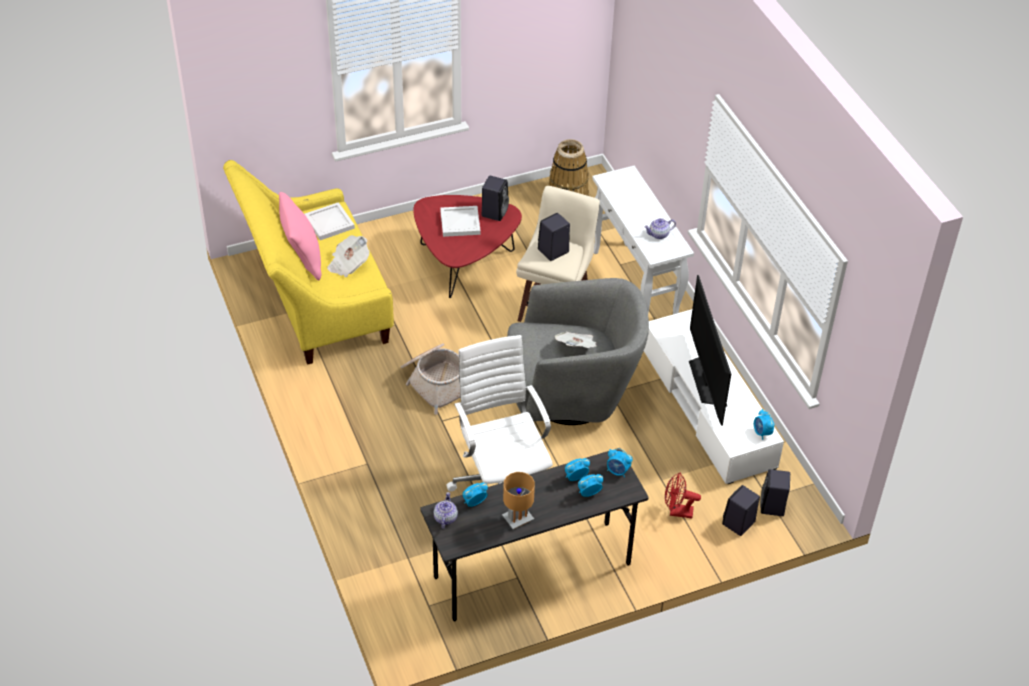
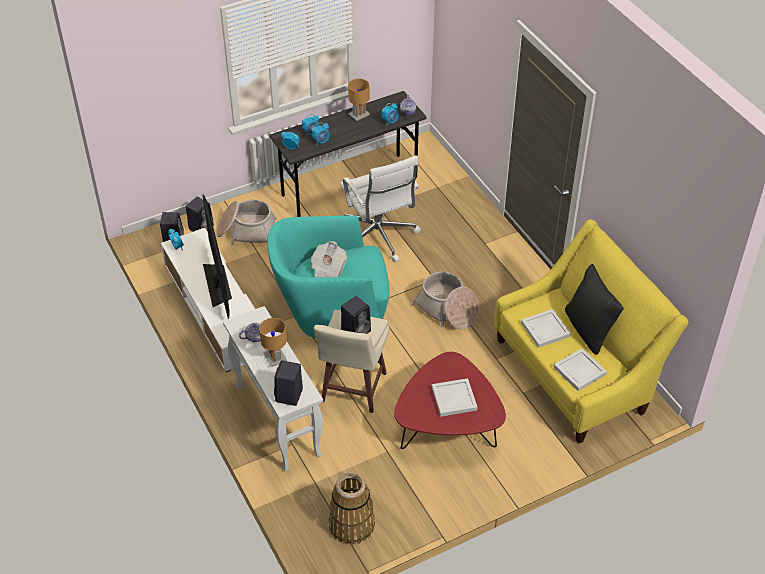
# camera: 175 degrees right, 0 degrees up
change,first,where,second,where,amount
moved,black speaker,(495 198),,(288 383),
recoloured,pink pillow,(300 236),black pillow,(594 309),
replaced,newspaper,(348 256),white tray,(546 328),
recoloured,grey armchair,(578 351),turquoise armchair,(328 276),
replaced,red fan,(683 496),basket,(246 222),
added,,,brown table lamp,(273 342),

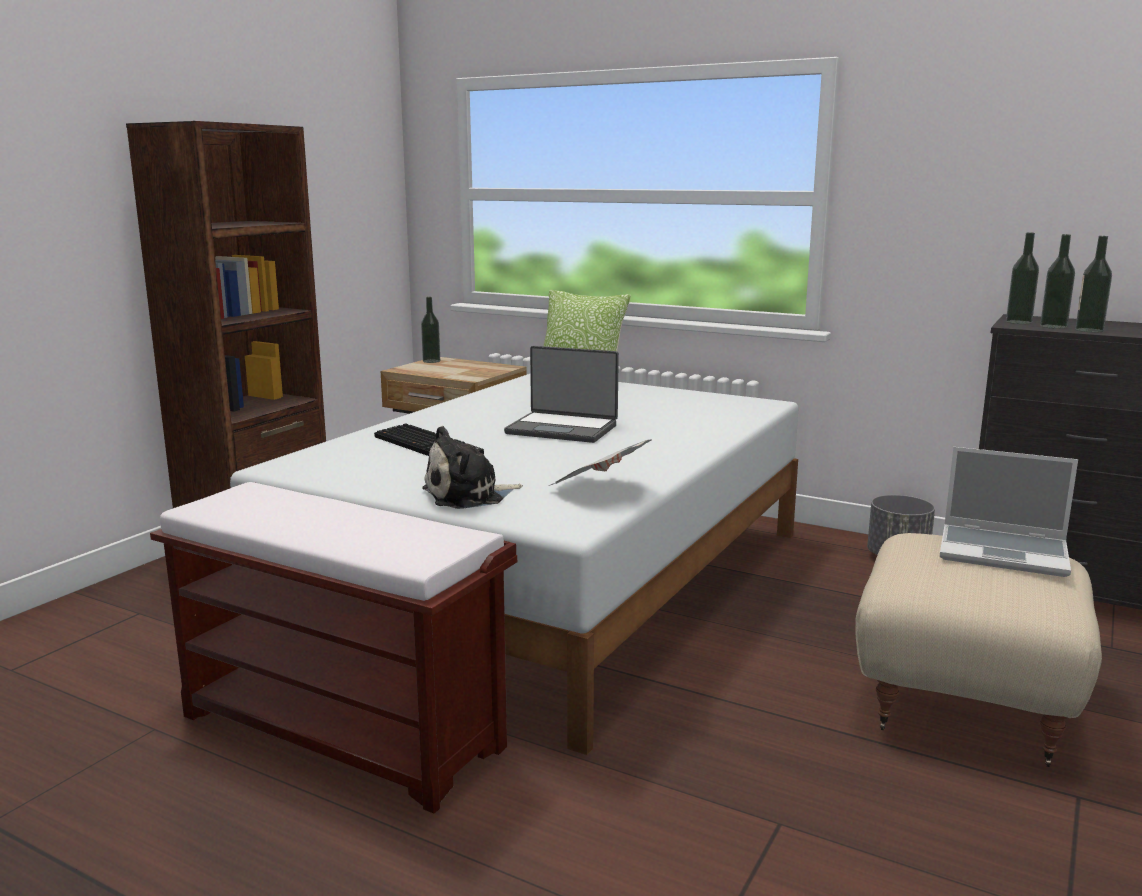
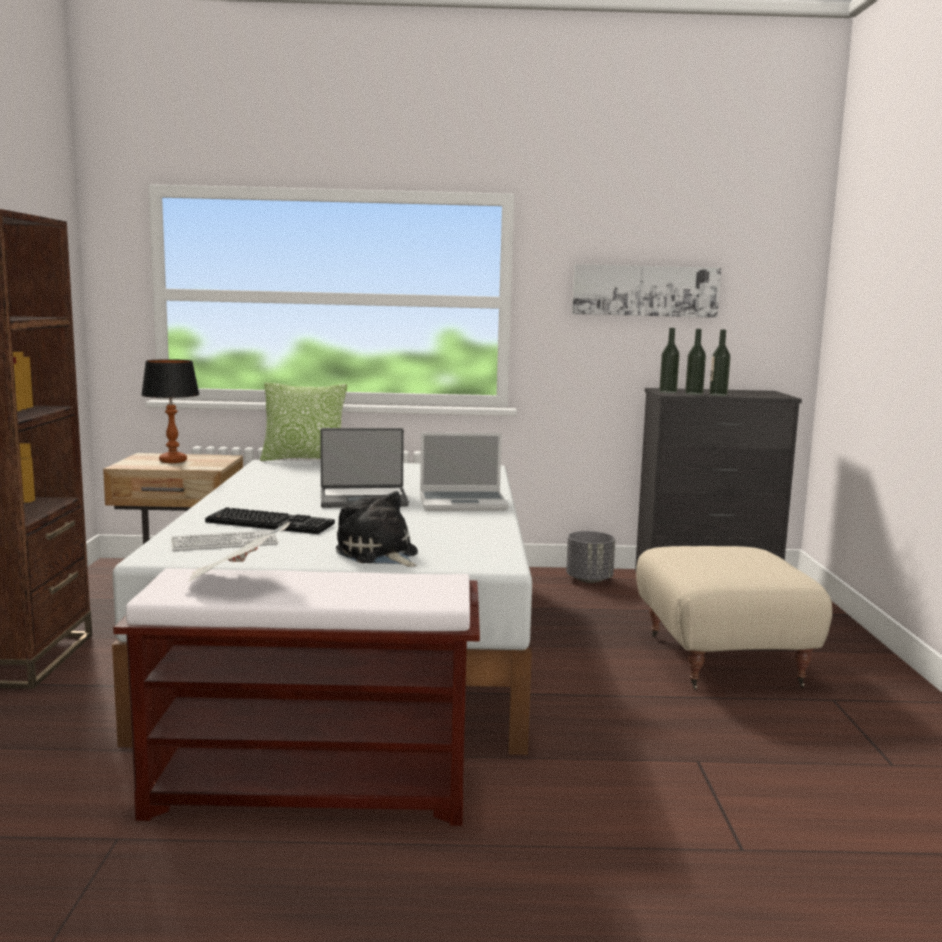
# camera: 30 degrees left, 5 degrees down
change,first,where,second,where,amount
removed,bottle,(430 330),,,
turned,plush toy,(472 467),,(377 529),105 degrees clockwise
moved,newspaper,(601 462),,(238 552),
moved,laptop,(1009 512),,(464 472),
added,,,picture,(646 291),
added,,,table lamp,(170 411),
added,,,keyboard,(224 540),

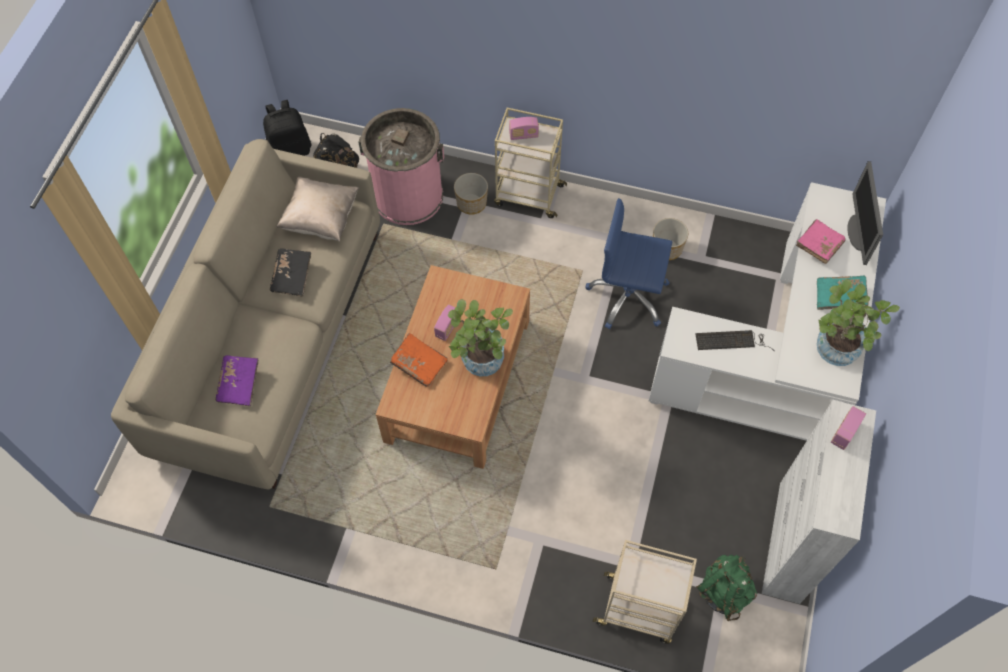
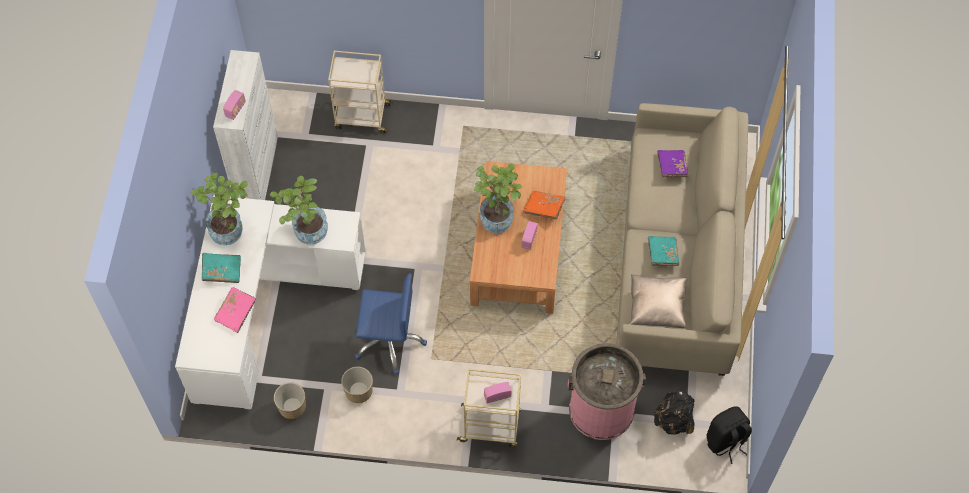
# camera: 170 degrees right, 0 degrees up
change,first,where,second,where,amount
removed,monitor,(865 213),,,
moved,planter,(471 194),,(290 400),
recoloured,black book,(290 272),turquoise book,(663 251),
replaced,keyboard,(735 340),potted plant,(299 210),
removed,green backpack,(726 588),,,

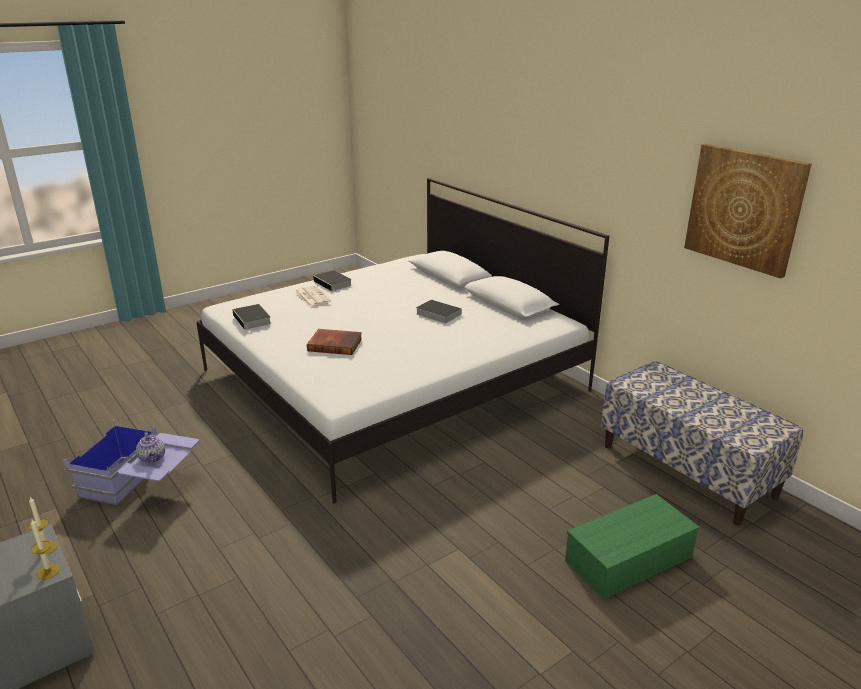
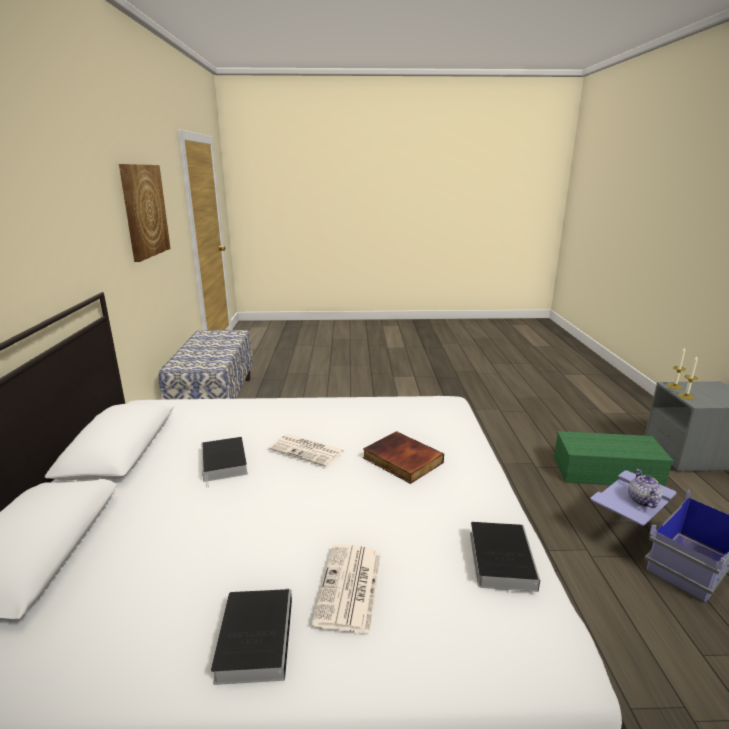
# camera: 145 degrees left, 5 degrees down
change,first,where,second,where,amount
moved,green storage box,(632 546),,(614 459),
added,,,newspaper,(306 450),

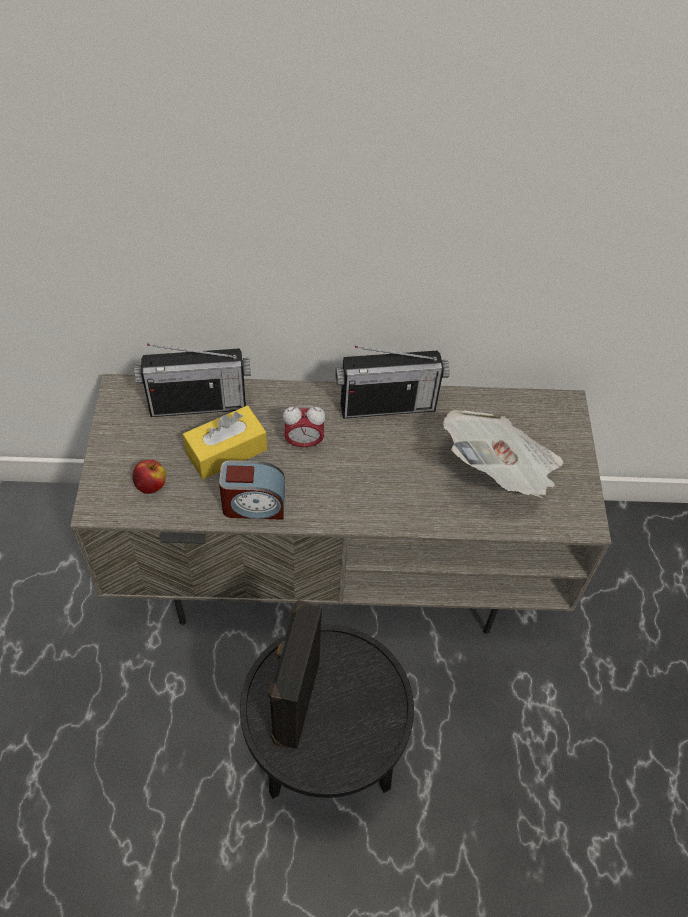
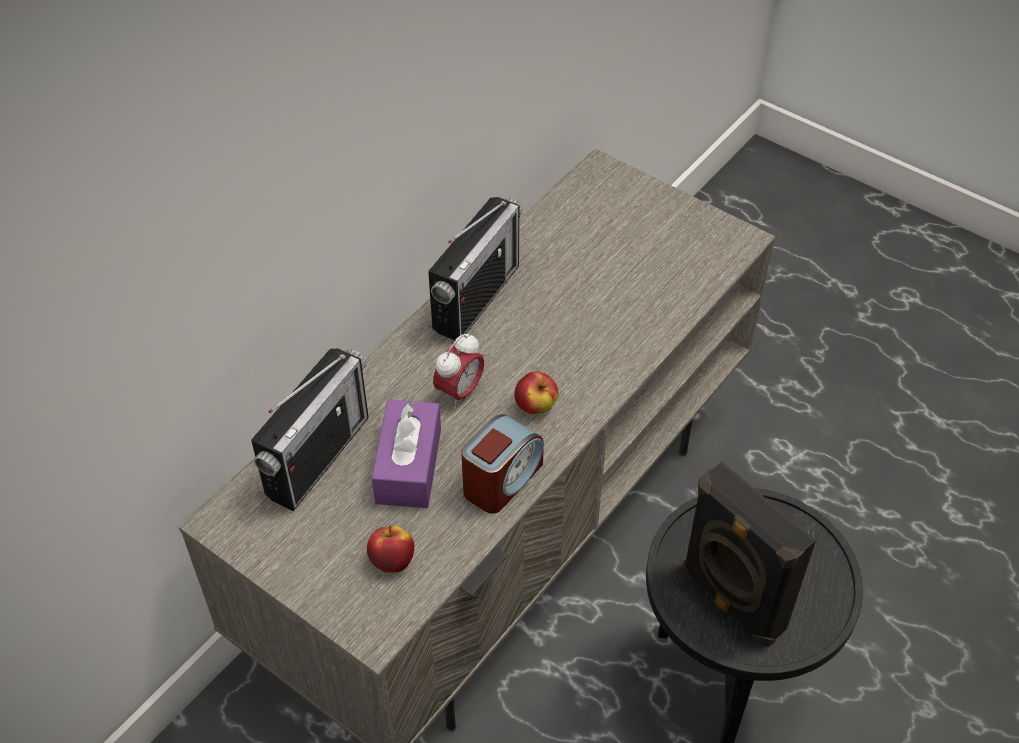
# camera: 50 degrees left, 5 degrees down
change,first,where,second,where,amount
recoloured,yellow tissue box,(225 442),purple tissue box,(406 453),
removed,newspaper,(503 454),,,
added,,,apple,(536 392),

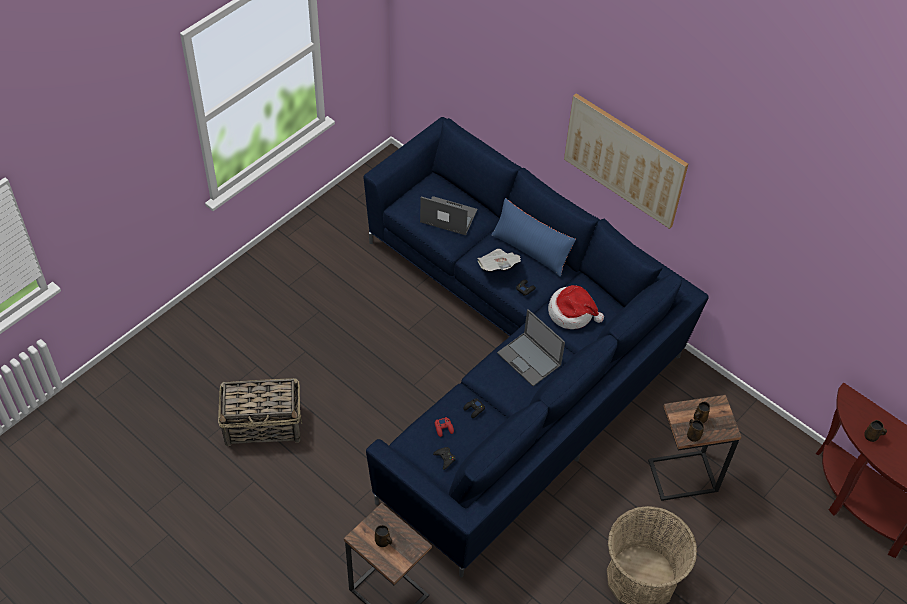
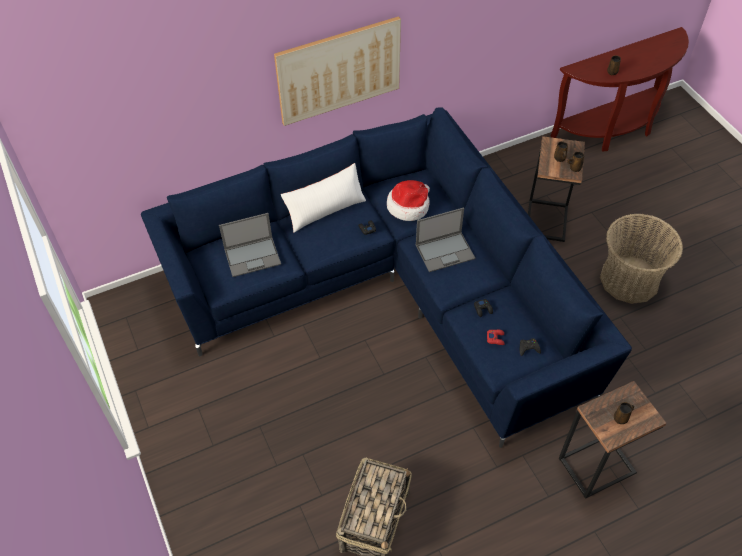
# camera: 65 degrees left, 0 degrees up
change,first,where,second,where,amount
turned,laptop,(449 215),,(250 245),150 degrees counterclockwise
recoloured,blue pillow,(533 237),white pillow,(323 198),
removed,newspaper,(498 260),,,

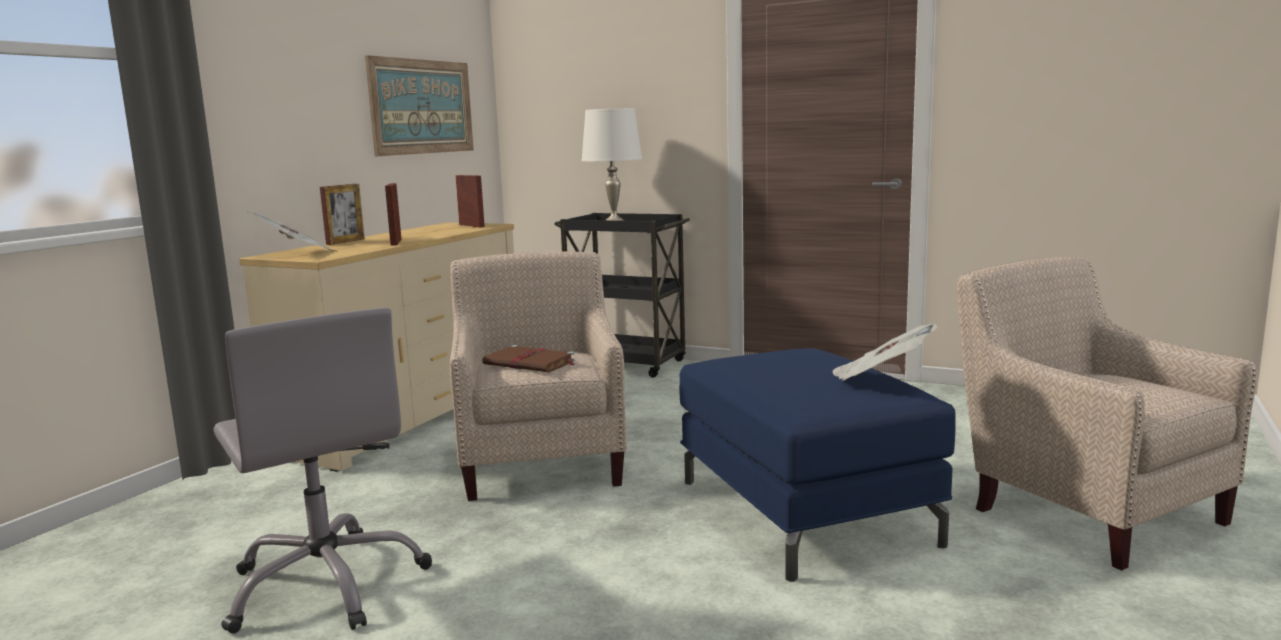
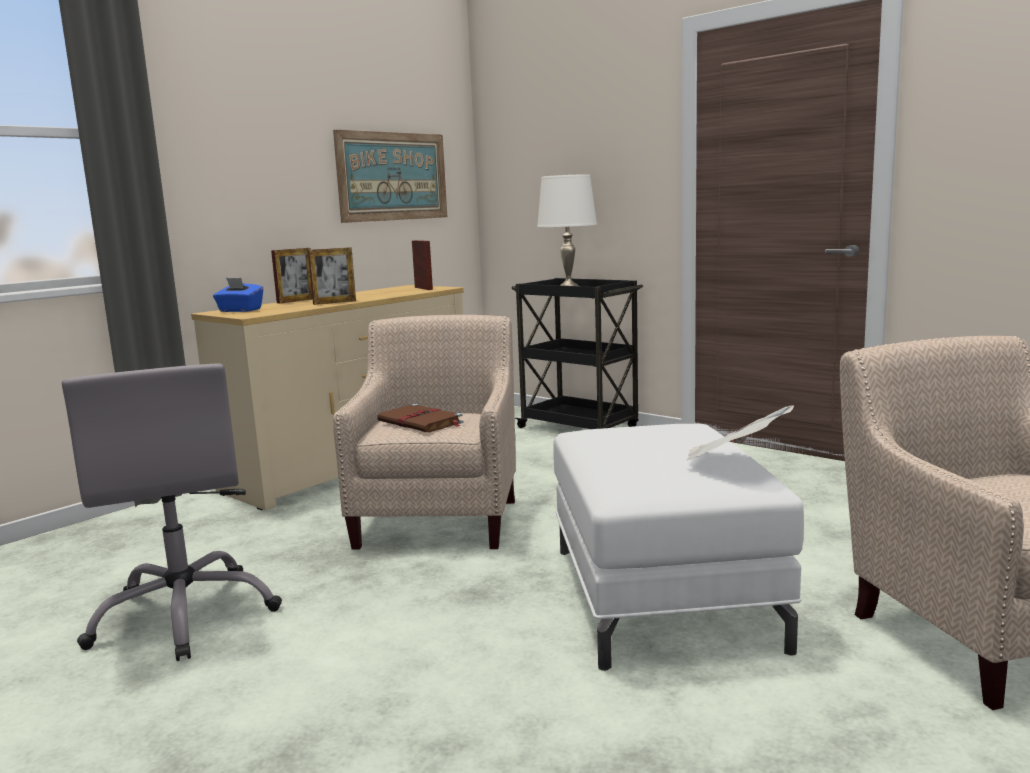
# camera: 15 degrees right, 0 degrees up
change,first,where,second,where,amount
turned,picture frame,(393 214),,(332 276),120 degrees counterclockwise
replaced,newspaper,(294 232),blue tissue box,(238 295),
recoloured,blue ottoman,(817 465),white ottoman,(678 547),

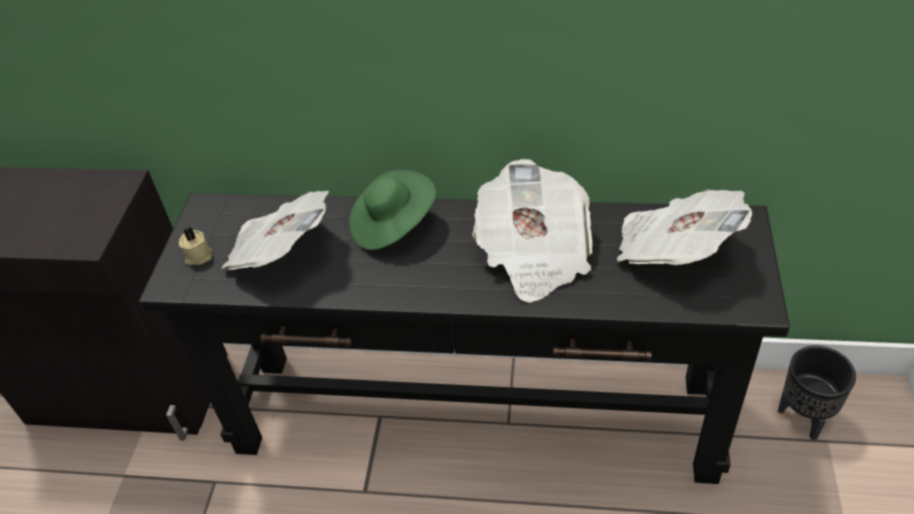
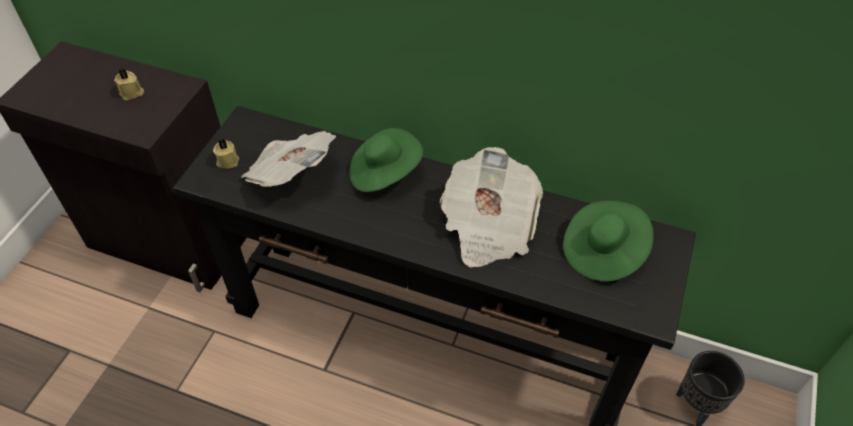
# camera: 10 degrees right, 5 degrees up
change,first,where,second,where,amount
replaced,newspaper,(684 227),green hat,(608 241),
added,,,beige candle,(129 84),

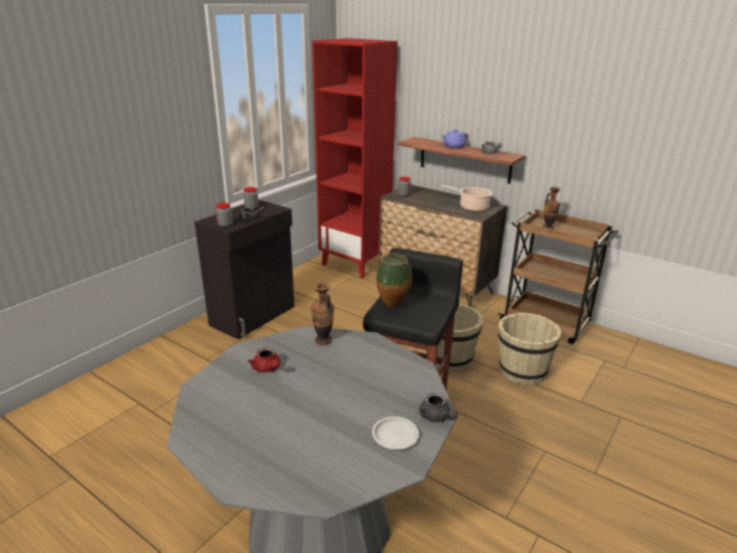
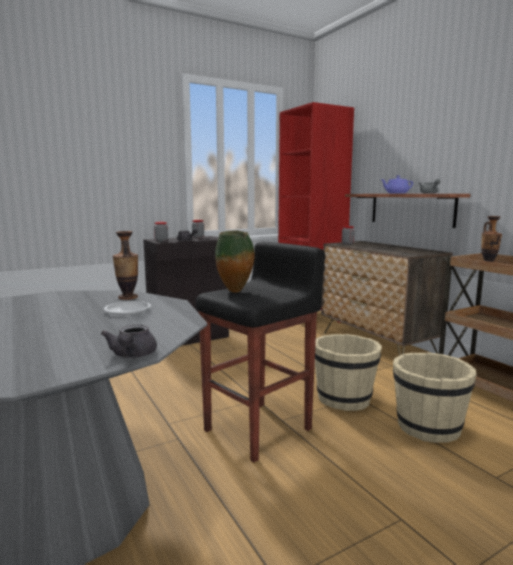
# camera: 25 degrees right, 15 degrees down
change,first,where,second,where,amount
removed,cooking pot,(466 198),,,
removed,red teapot,(264 360),,,
moved,white plate,(395 432),,(127 308),

